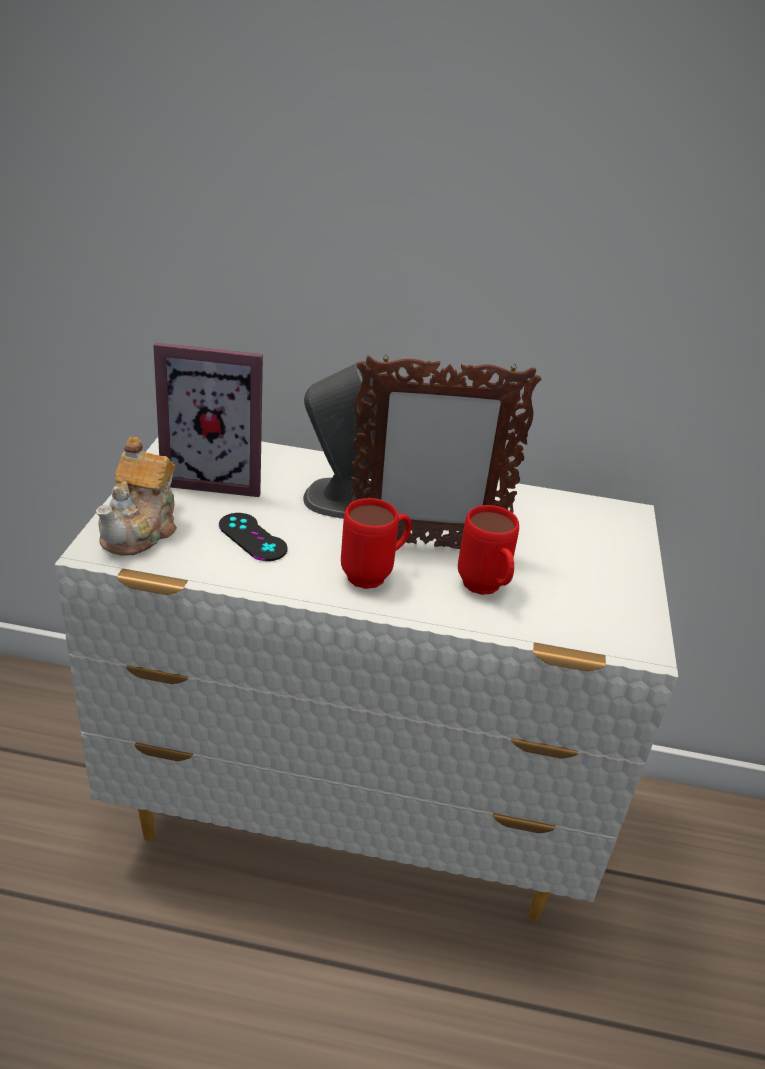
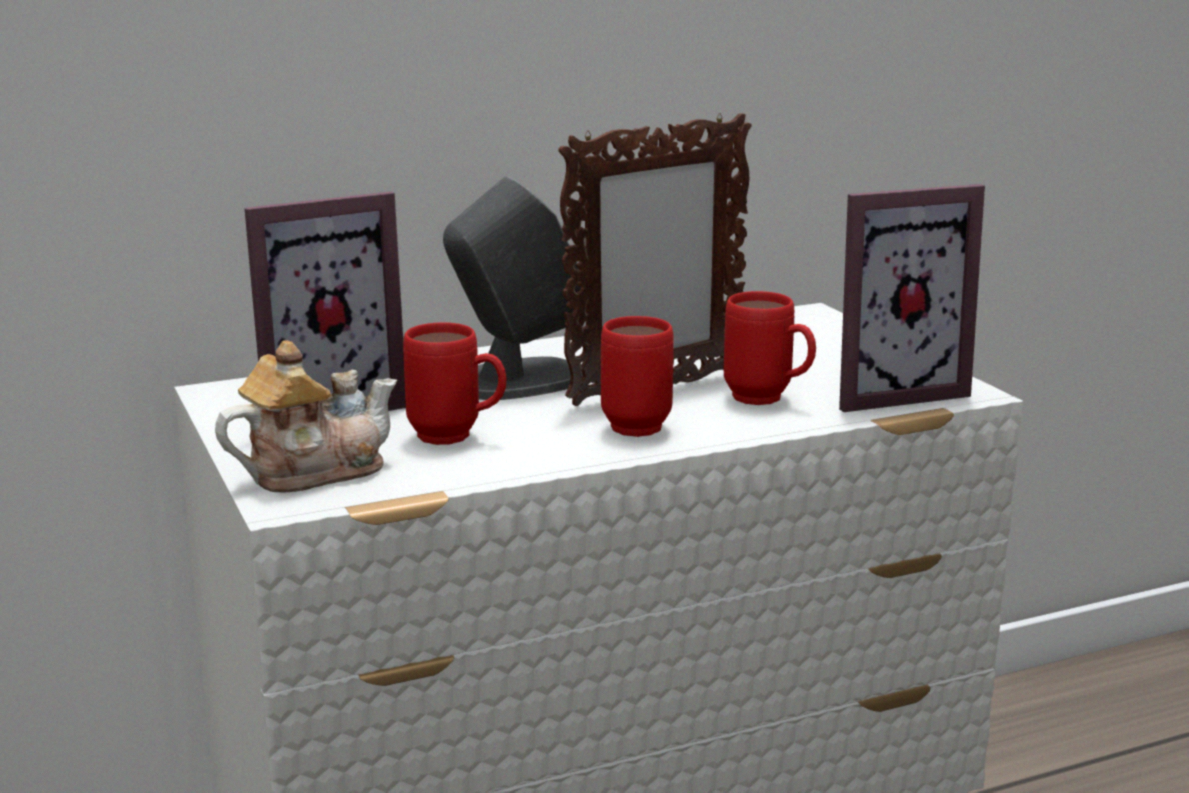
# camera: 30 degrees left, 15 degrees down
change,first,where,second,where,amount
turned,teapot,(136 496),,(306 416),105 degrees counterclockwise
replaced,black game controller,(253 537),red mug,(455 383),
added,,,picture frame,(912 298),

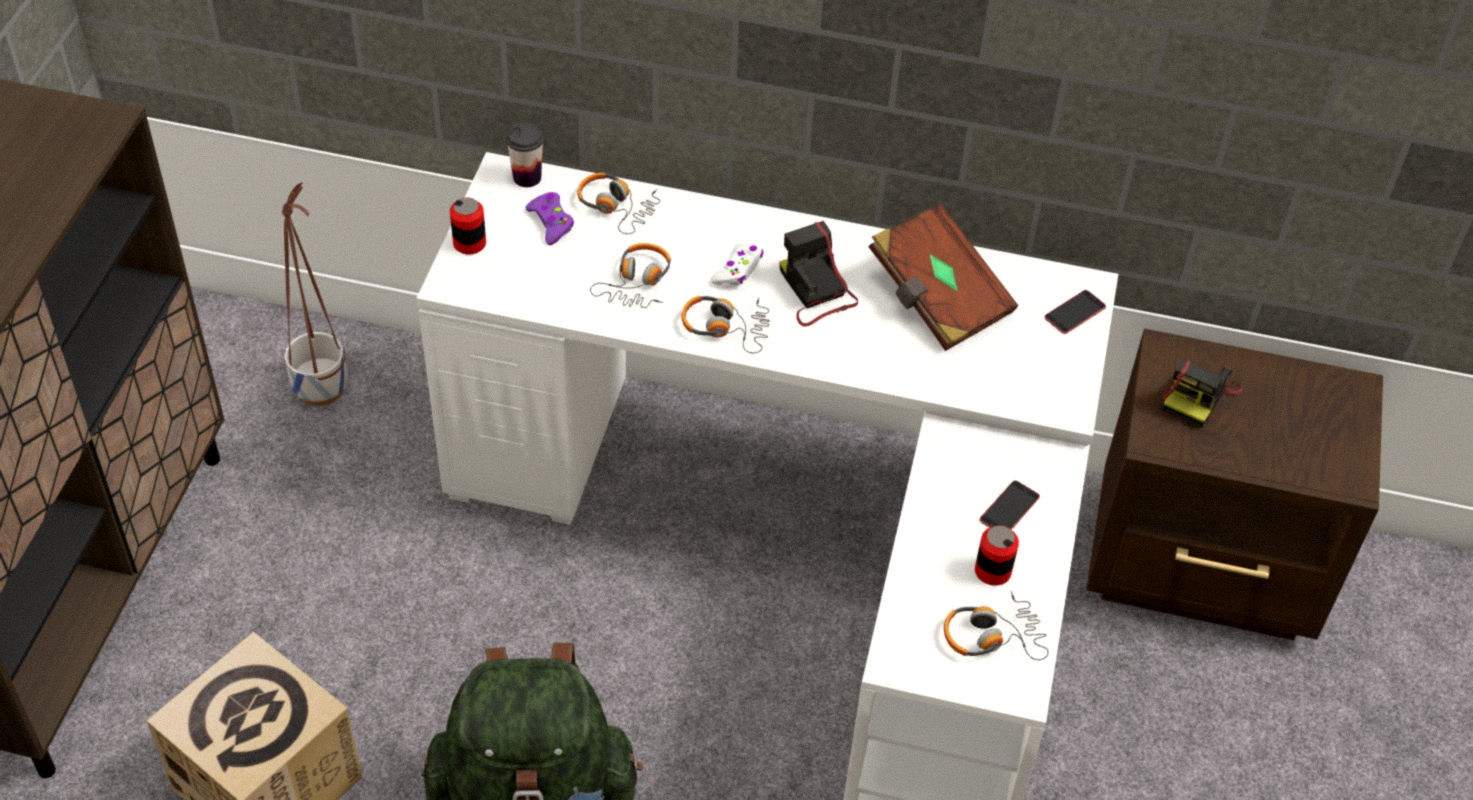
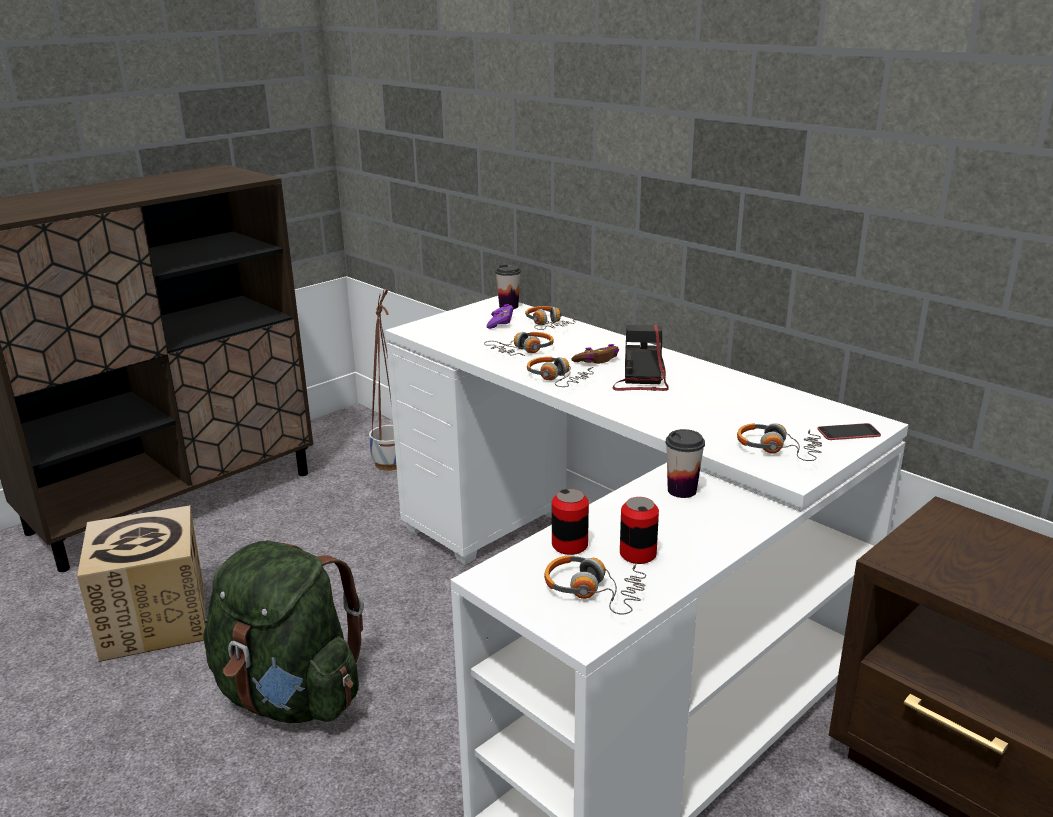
# camera: 35 degrees right, 25 degrees down
change,first,where,second,where,amount
moved,can,(468 226),,(570 522),
removed,brown book,(943 277),,,
recoloured,white game controller,(736 264),brown game controller,(595 354),
removed,photo camera,(1202 393),,,
removed,phone,(1009 505),,,
added,,,headphones,(779 442),
added,,,cup,(685 463),

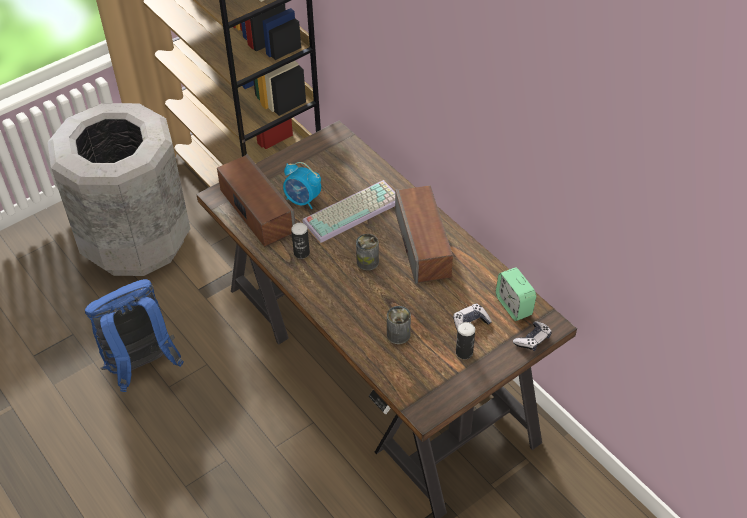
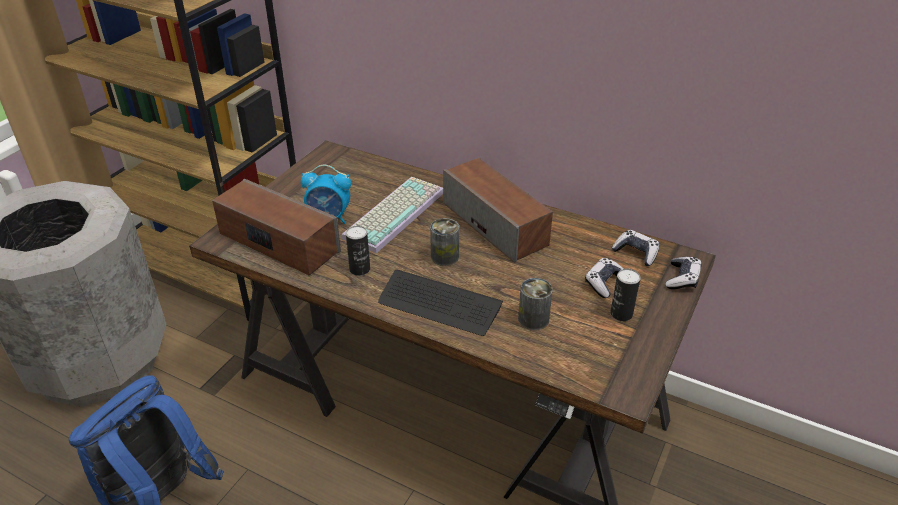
# camera: 25 degrees left, 10 degrees down
change,first,where,second,where,amount
replaced,alarm clock,(516 294),game controller,(635 248),
added,,,keyboard,(440 303),

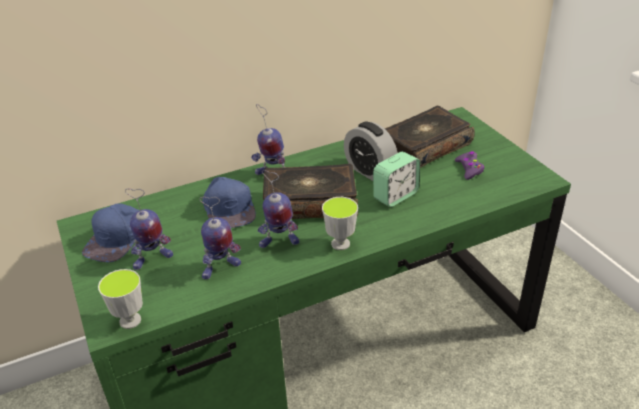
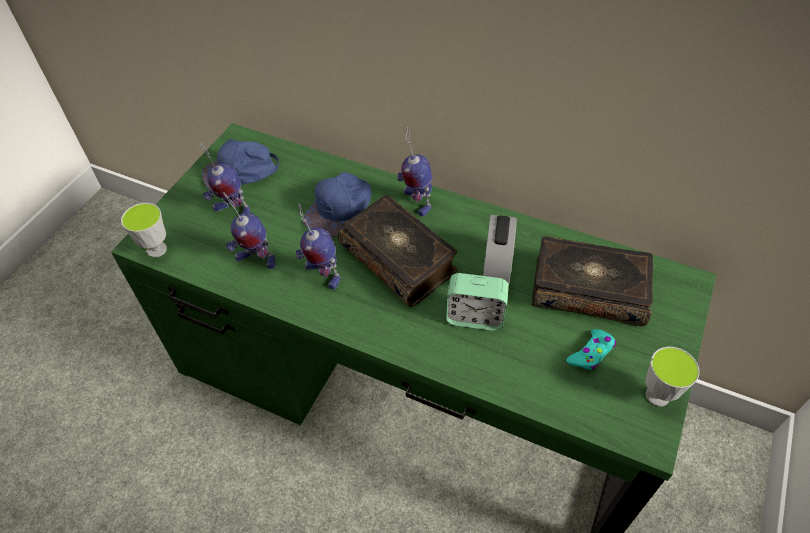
# camera: 50 degrees right, 15 degrees up
change,first,where,second,where,amount
recoloured,purple game controller,(469 165),turquoise game controller,(591 349),
moved,cup,(340 223),,(673 377),

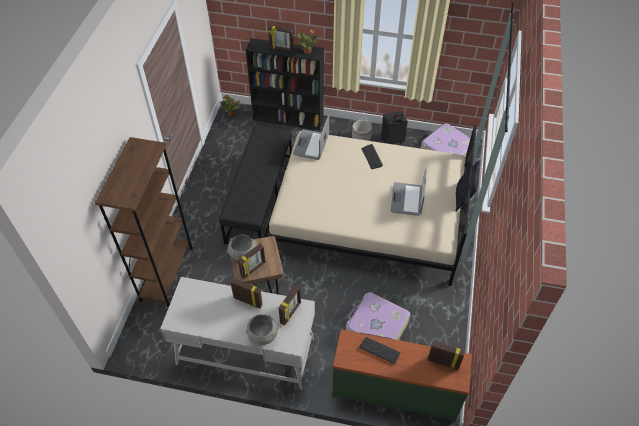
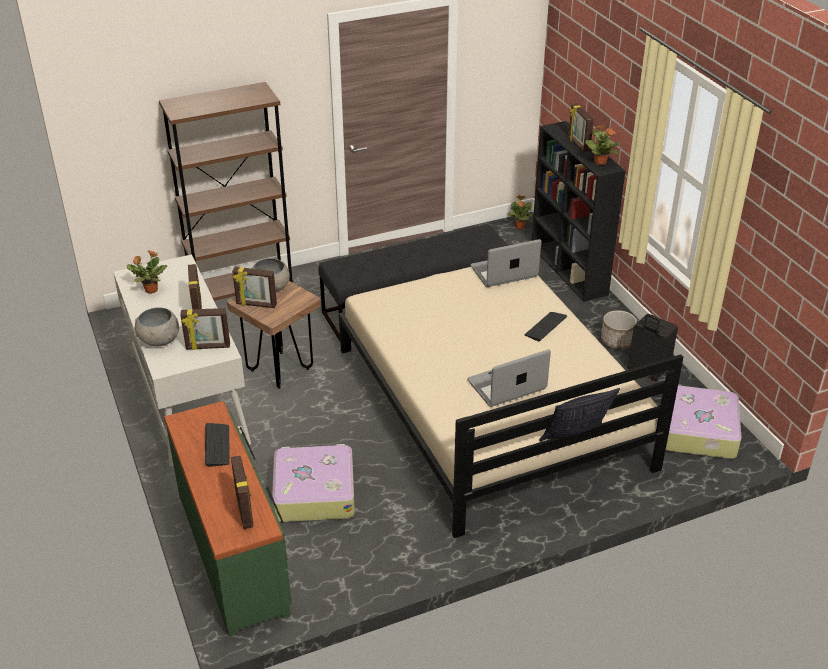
# camera: 55 degrees right, 15 degrees down
change,first,where,second,where,amount
added,,,potted plant,(147 272),

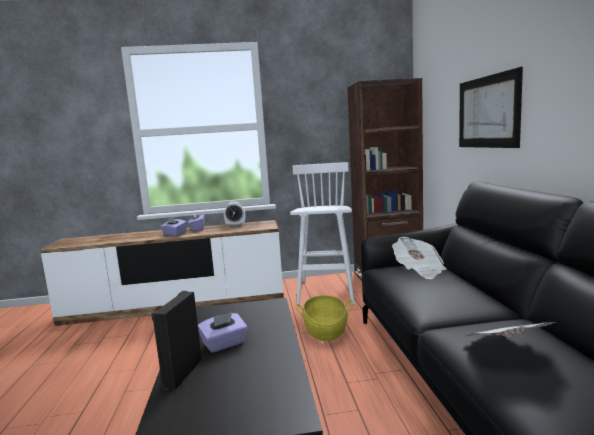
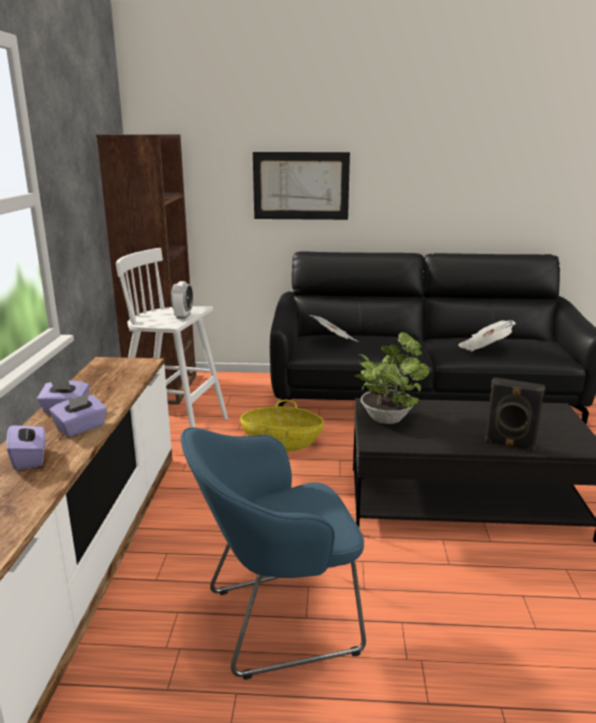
# camera: 80 degrees left, 10 degrees up
change,first,where,second,where,amount
moved,alarm clock,(234 214),,(182 300),
moved,purple tissue box,(222 332),,(26 444),
added,,,potted plant,(392 378),
added,,,blue armchair,(273 553),

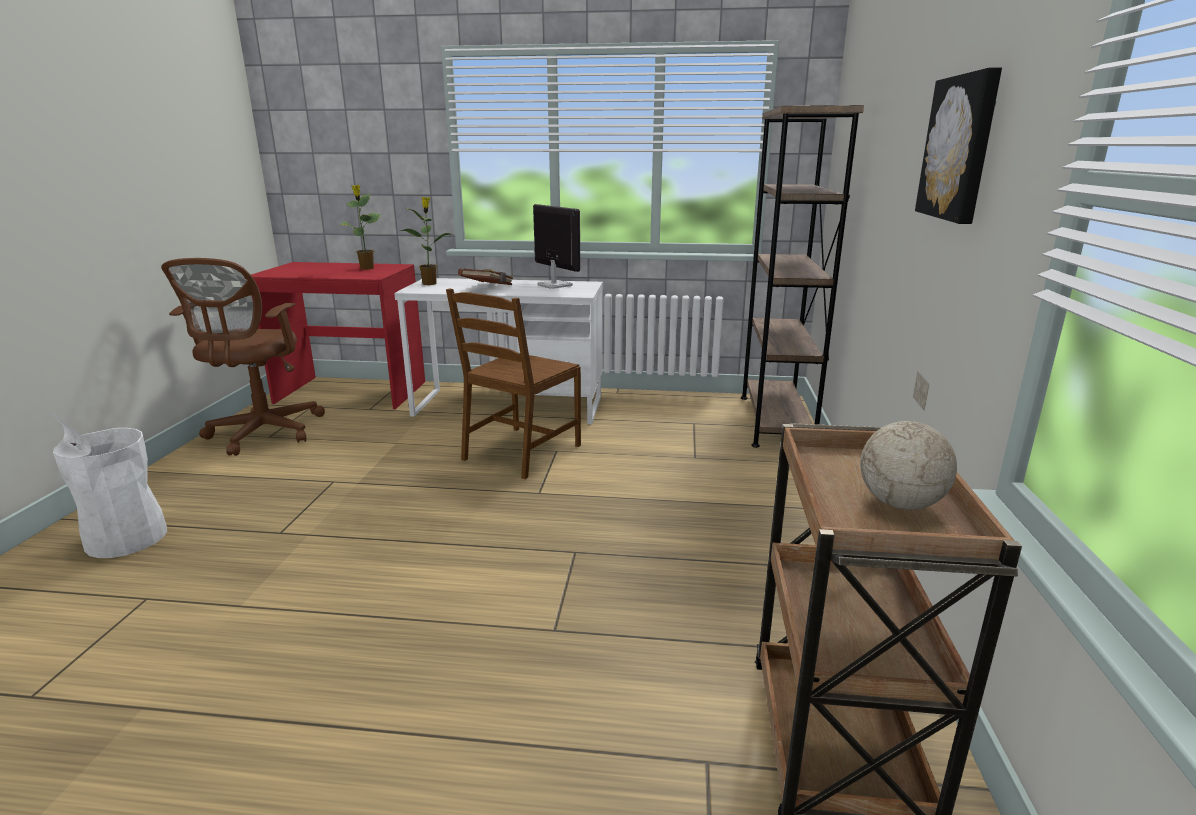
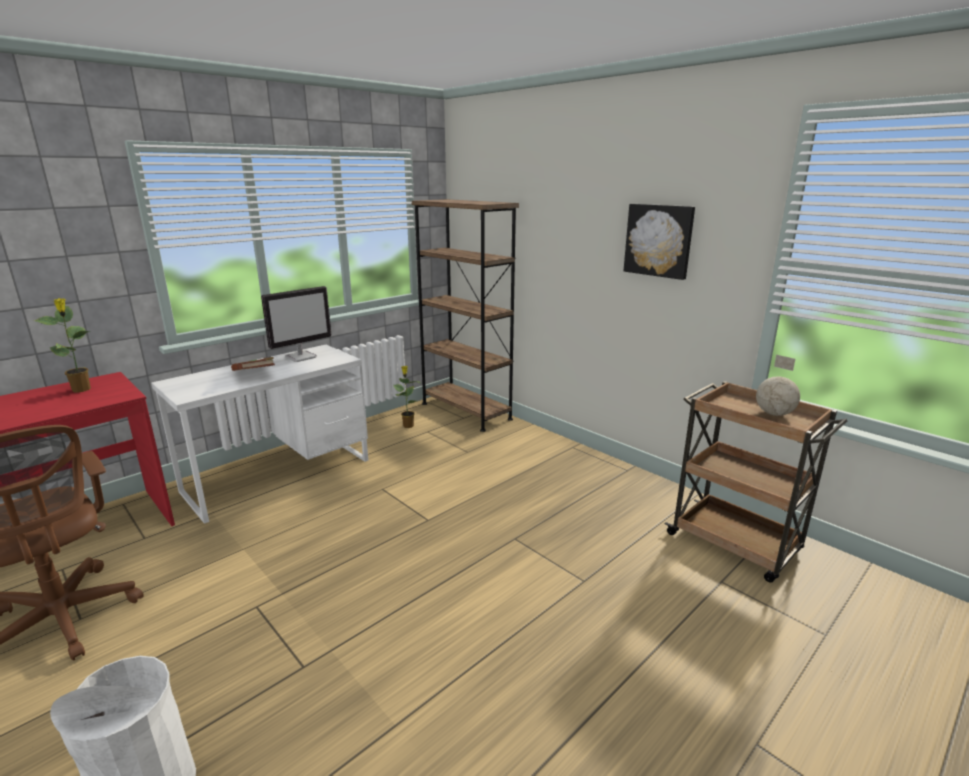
# camera: 50 degrees left, 0 degrees up
change,first,where,second,where,amount
moved,potted plant,(426 241),,(406 397),
turned,monitor,(556 246),,(296 324),135 degrees clockwise
removed,brown chair,(513 384),,,

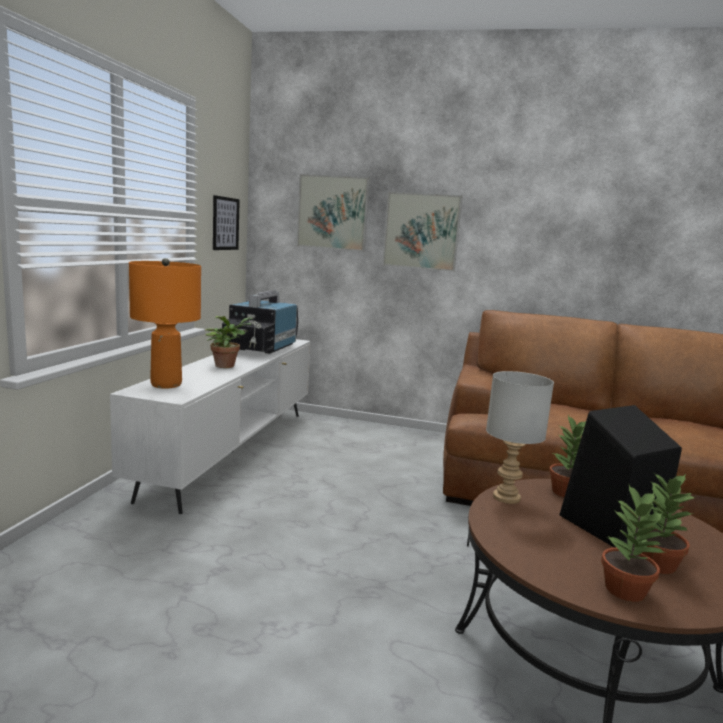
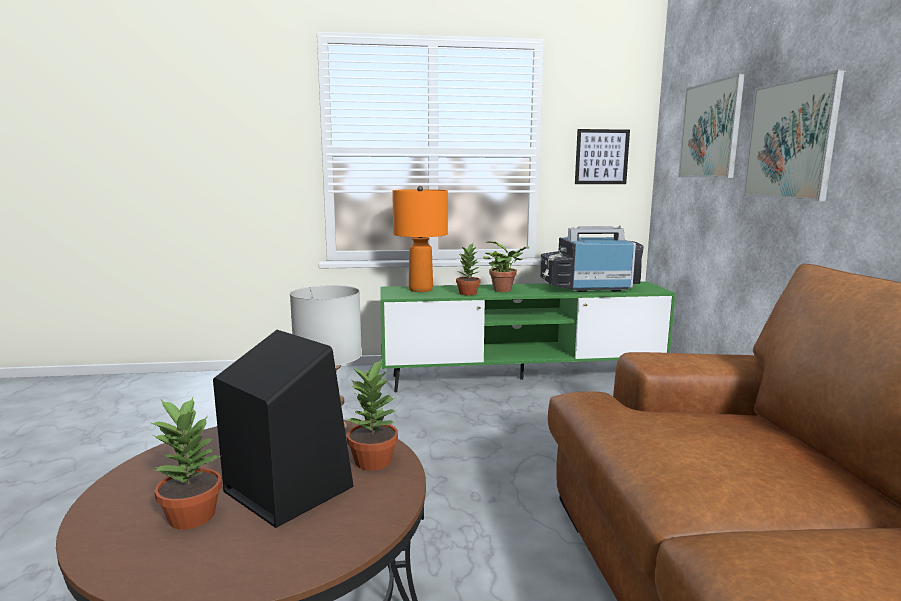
# camera: 70 degrees right, 0 degrees up
change,first,where,second,where,amount
recoloured,white tv stand,(210 426),green tv stand,(527 336),
moved,potted plant,(632 543),,(468 269),

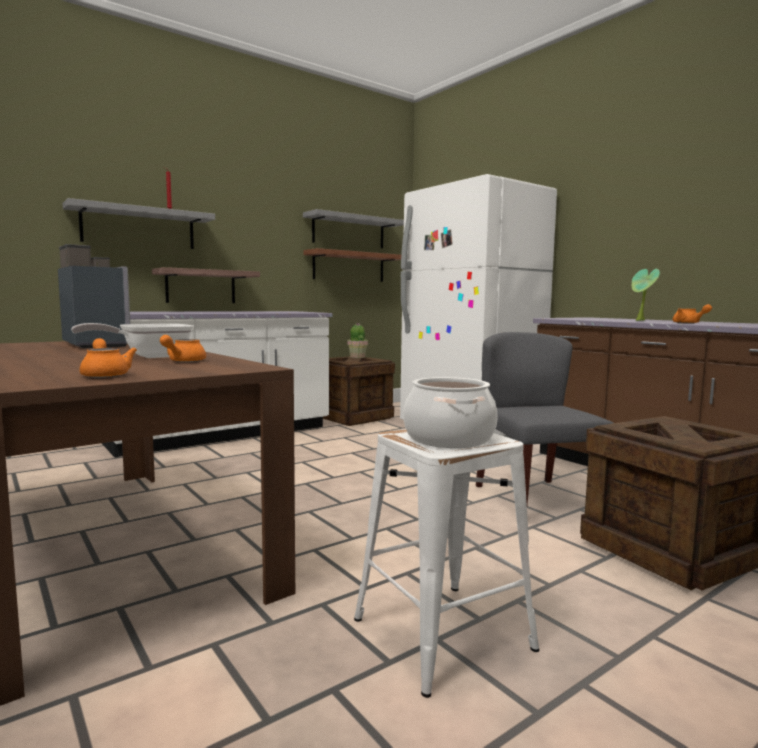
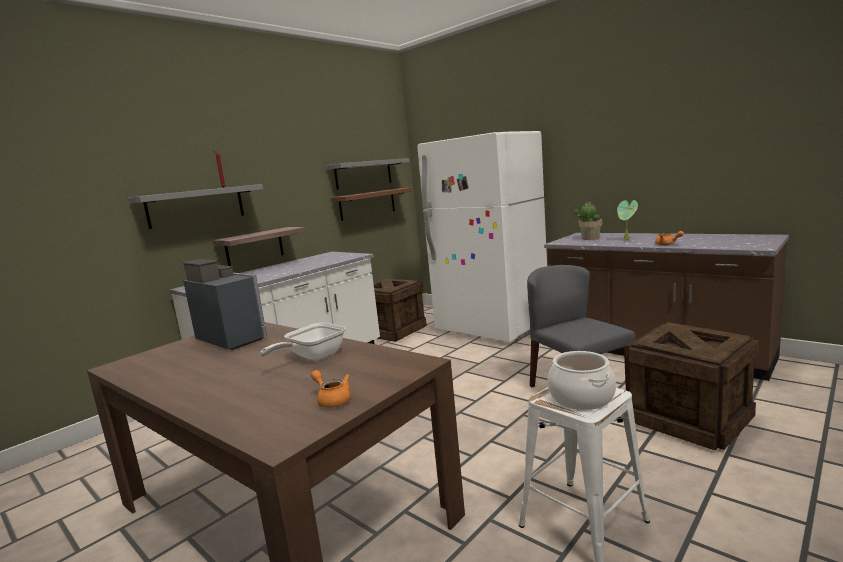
# camera: 10 degrees left, 5 degrees up
change,first,where,second,where,amount
moved,potted plant,(357 340),,(588 221),
removed,orange teapot,(183 348),,,

